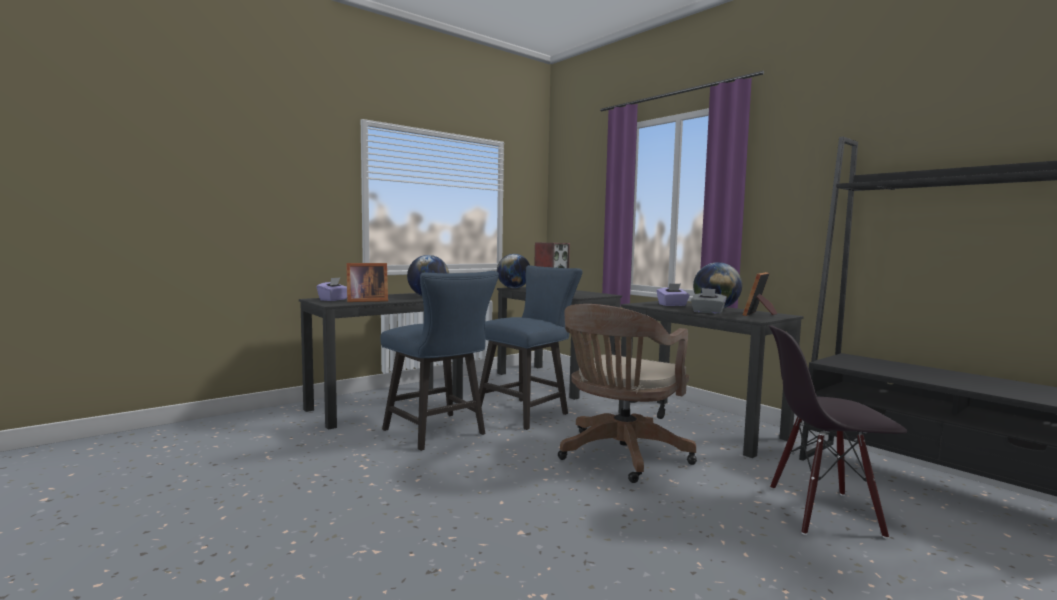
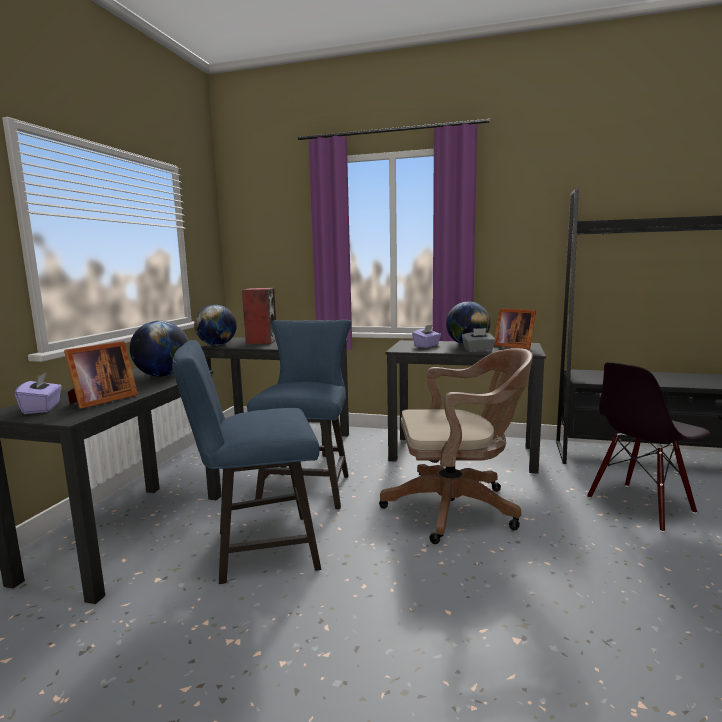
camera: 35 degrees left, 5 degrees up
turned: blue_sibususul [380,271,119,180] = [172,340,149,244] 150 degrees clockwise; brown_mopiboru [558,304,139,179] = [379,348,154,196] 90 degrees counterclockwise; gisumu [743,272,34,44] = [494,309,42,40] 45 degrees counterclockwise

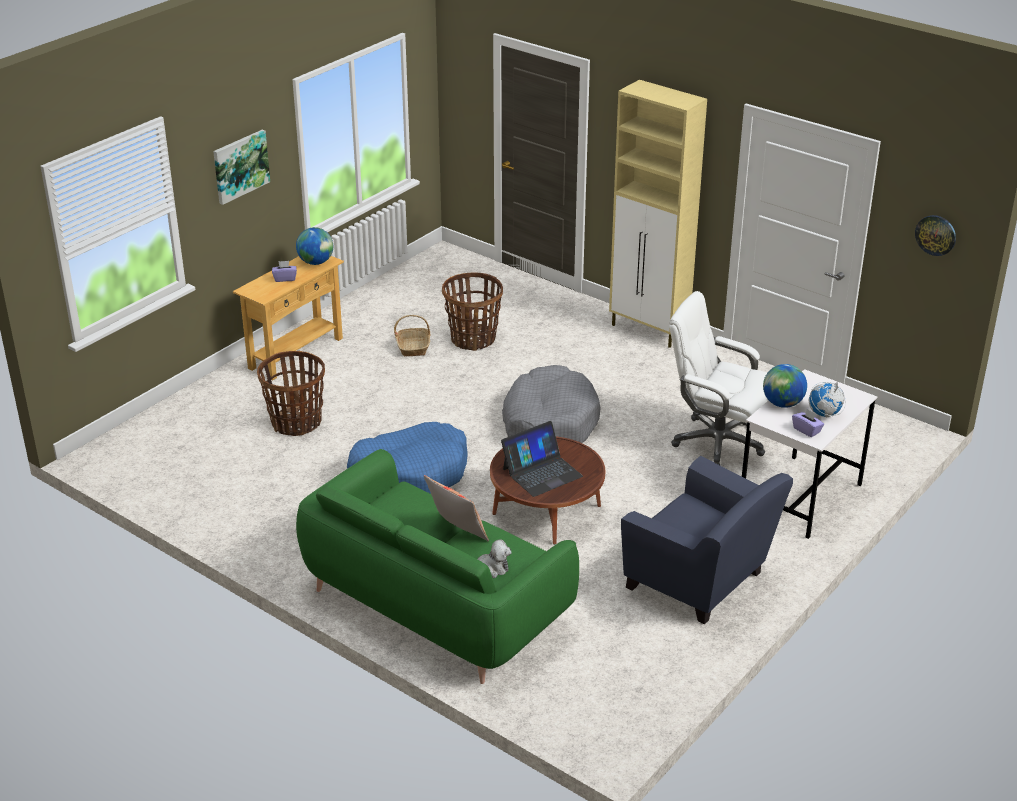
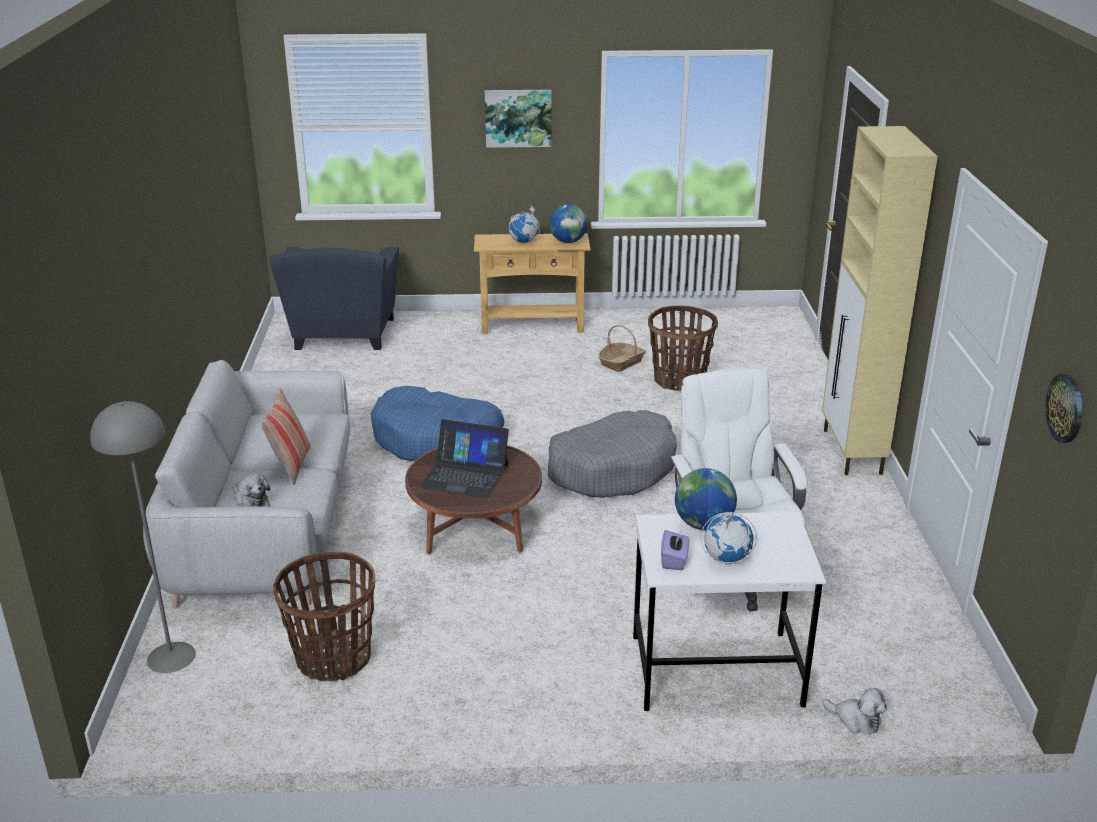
camera: 50 degrees right, 5 degrees down
added: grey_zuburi [90,401,106,272]; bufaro [823,688,64,46]
moved: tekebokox [257,351,68,85] to [273,551,102,130]; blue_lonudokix [621,456,172,168] to [269,247,130,103]
replaced: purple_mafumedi [272,261,25,21] to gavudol [509,206,31,37]
recoloured: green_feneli [296,449,283,235] to grey_feneli [143,360,207,249]

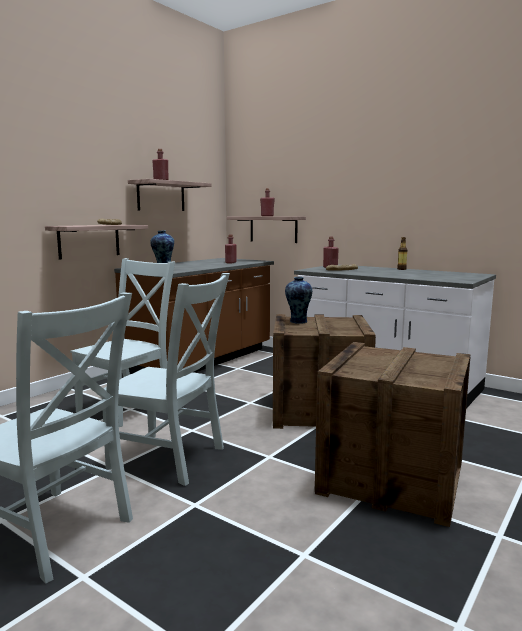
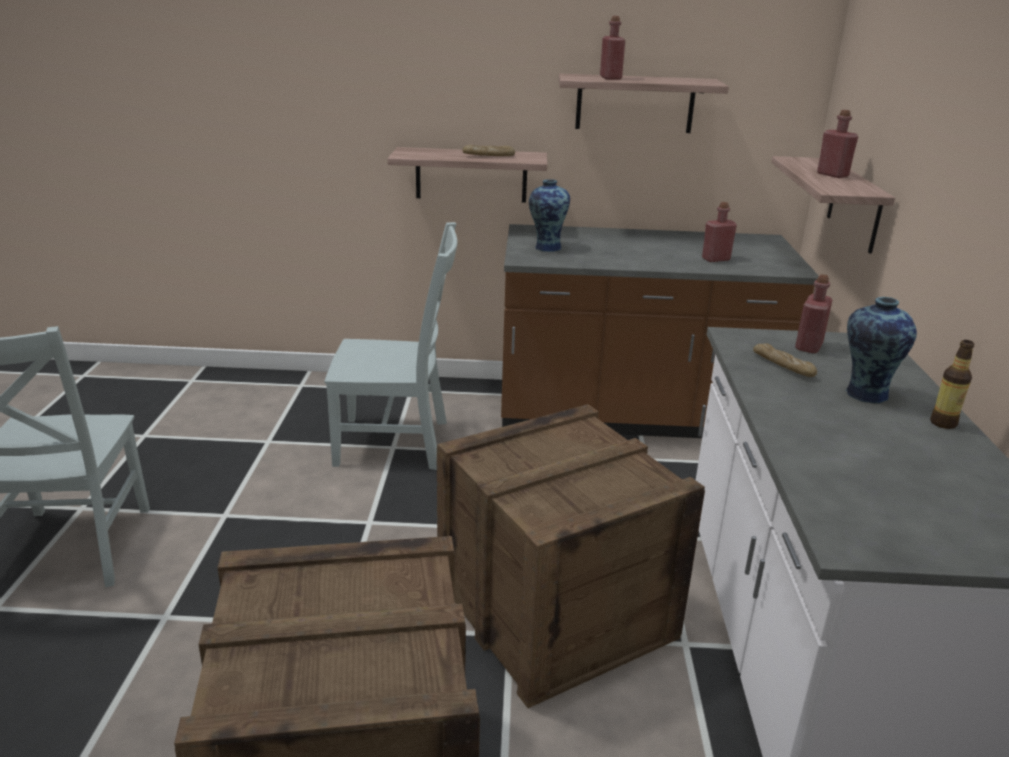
camera: 55 degrees right, 15 degrees up
removed: grey_sibususul [102,273,128,213]
moved: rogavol [285,277,27,47] to [845,297,72,106]

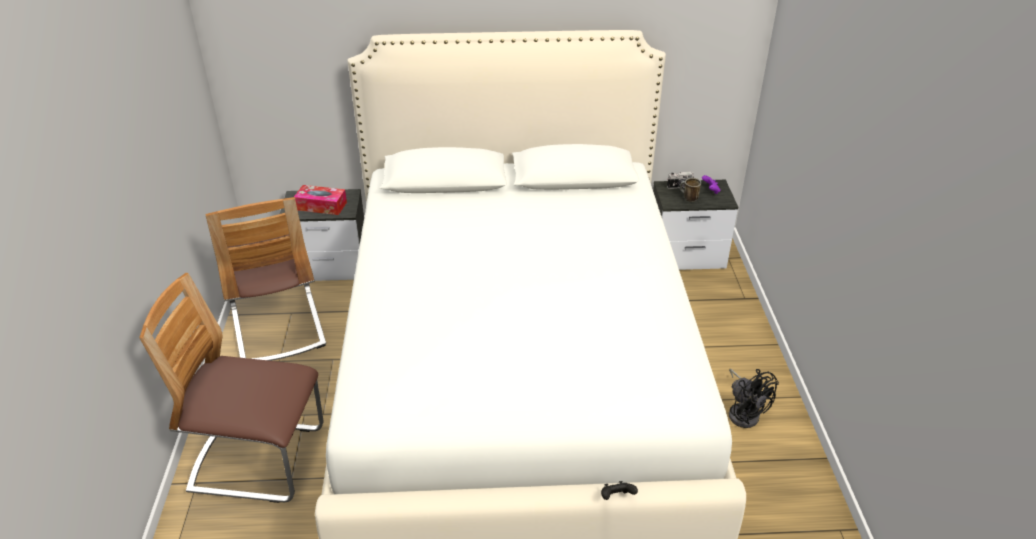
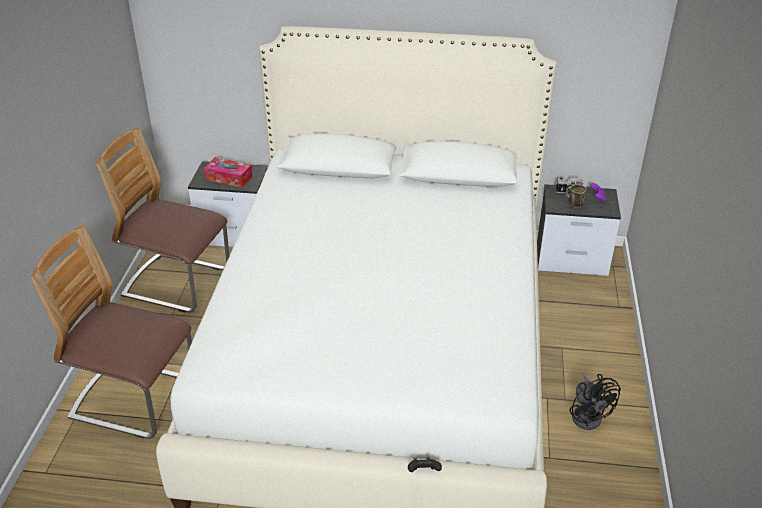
camera: 10 degrees right, 0 degrees up
turned: sibususul [205,197,121,164] = [96,128,133,185] 120 degrees clockwise

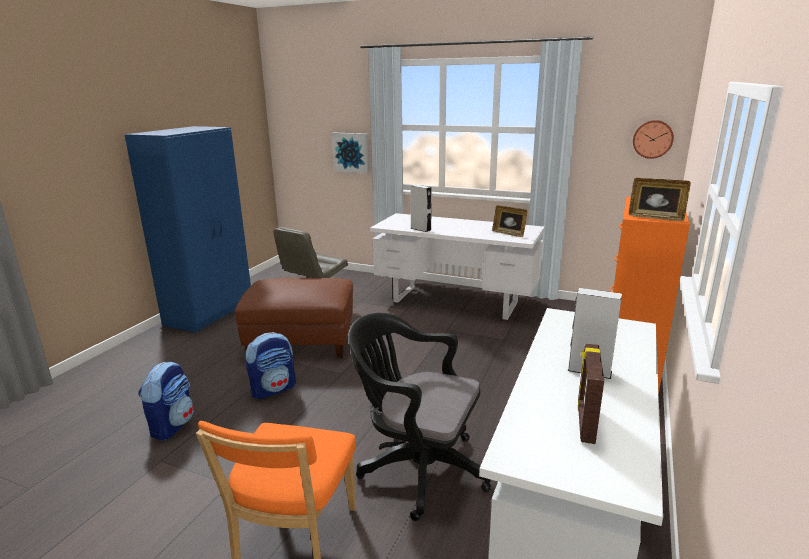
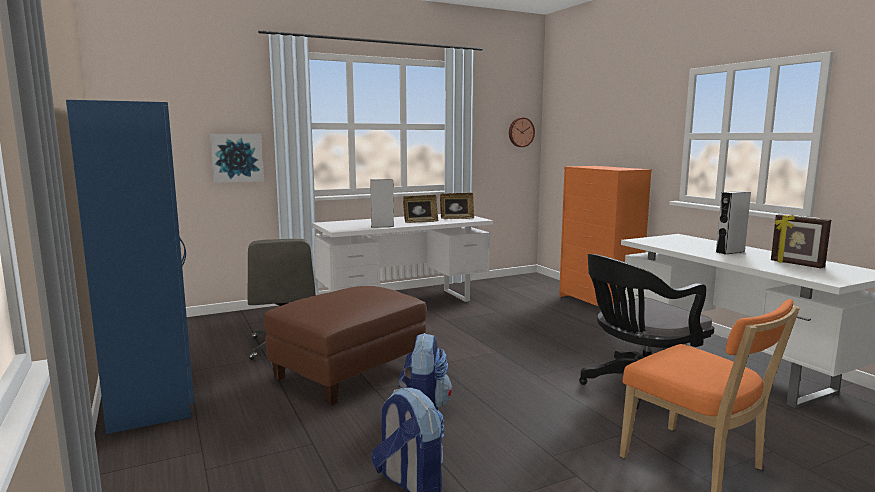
camera: 50 degrees left, 10 degrees down
moved: gisumu [629,178,62,43] to [403,195,35,28]

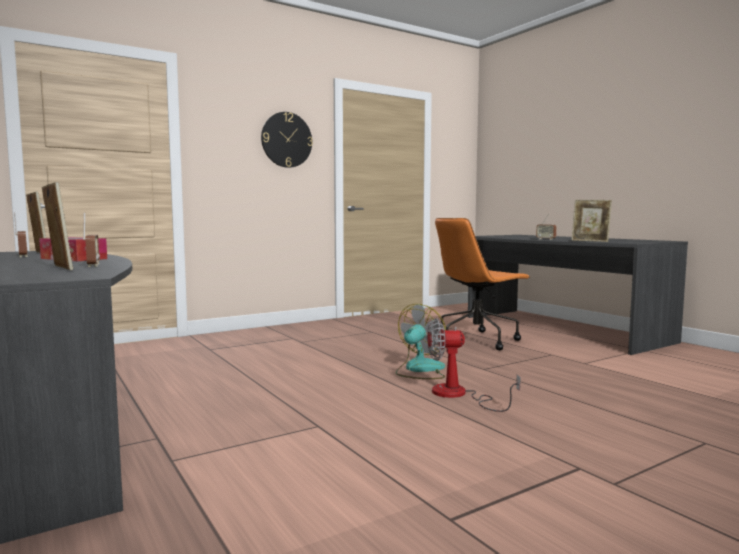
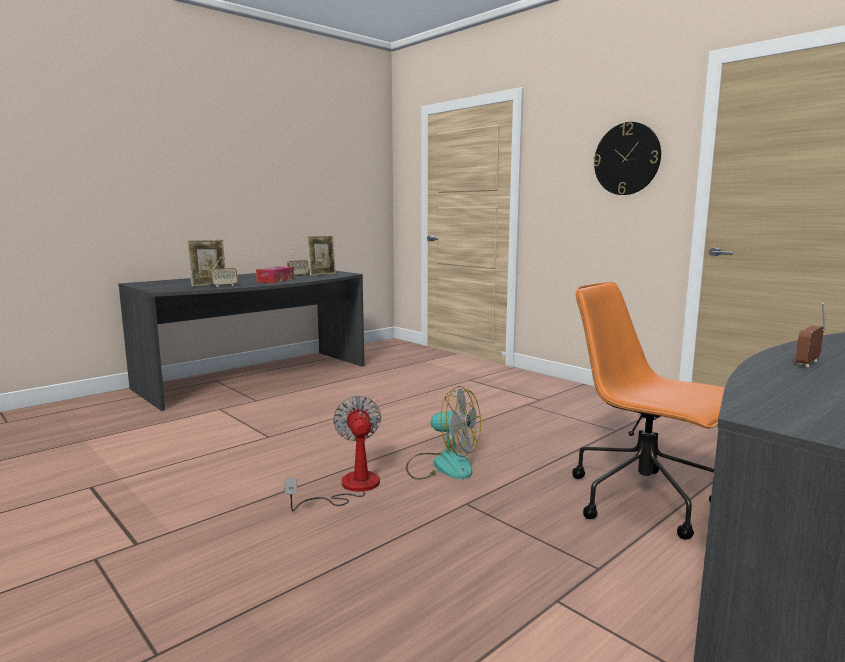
camera: 80 degrees right, 5 degrees up
removed: gisumu [571,200,41,42]

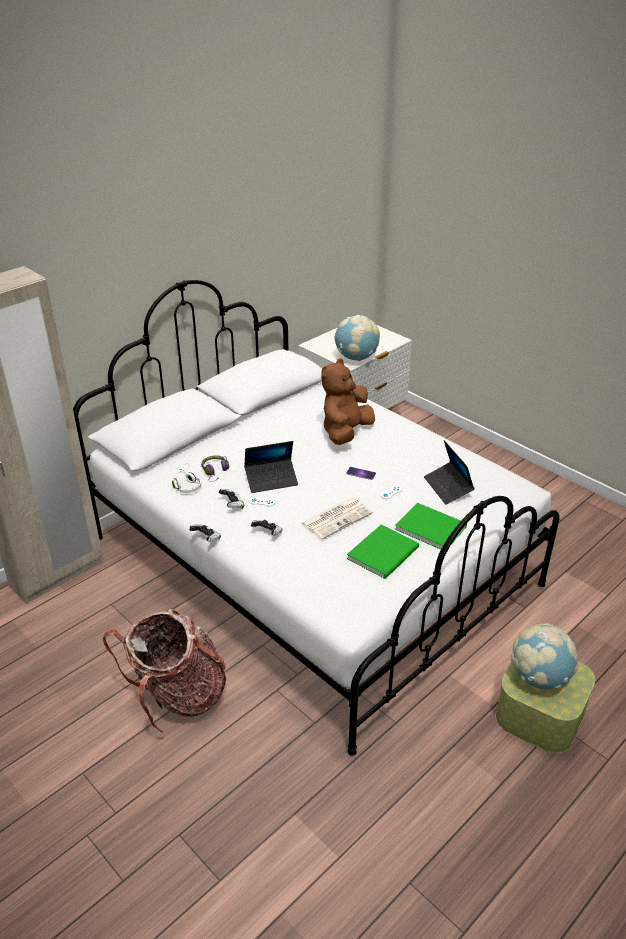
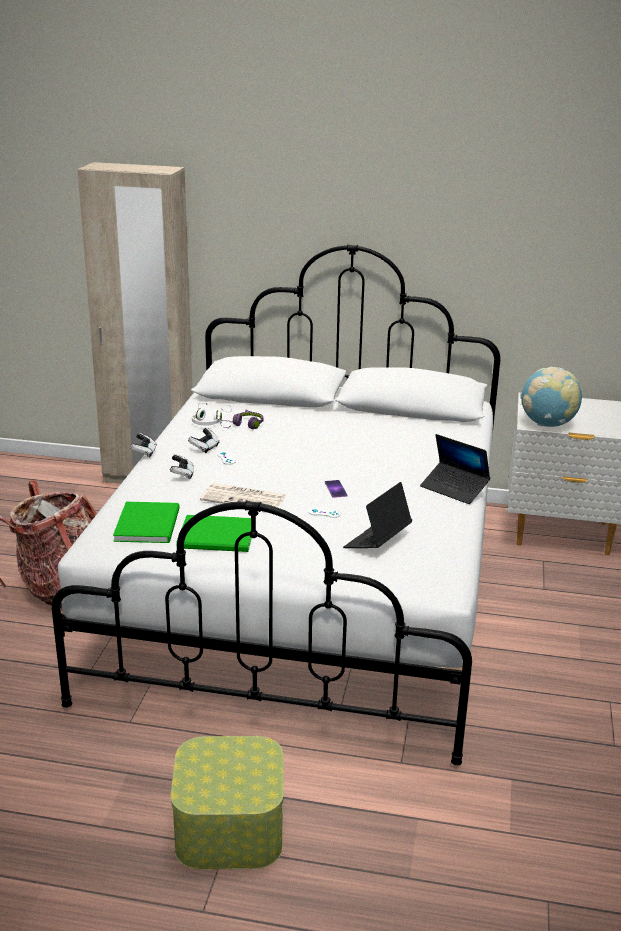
camera: 55 degrees right, 10 degrees down
removed: brown_bufaro [321,358,54,87]; gavudol [511,623,67,66]
moved: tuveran [244,441,54,52] to [420,434,70,70]; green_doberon [395,503,72,47] to [113,502,67,41]

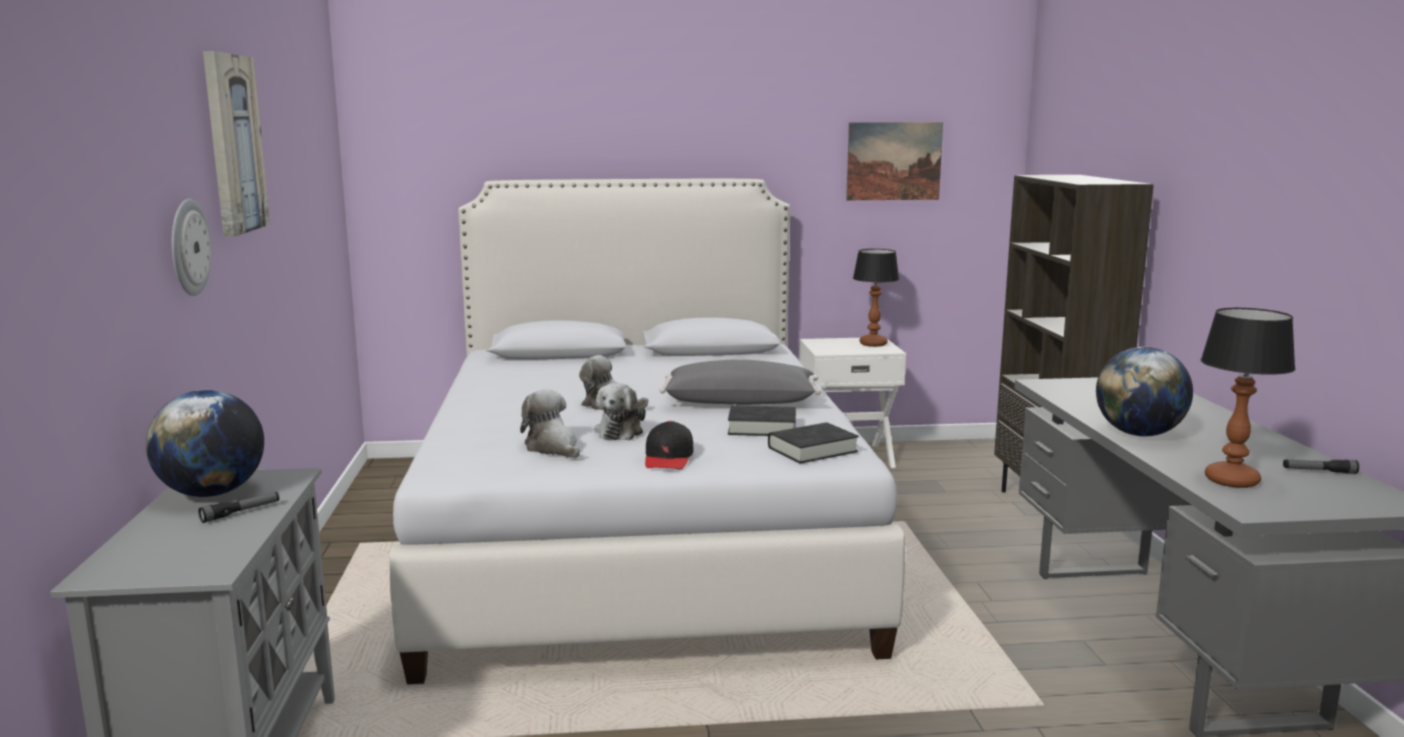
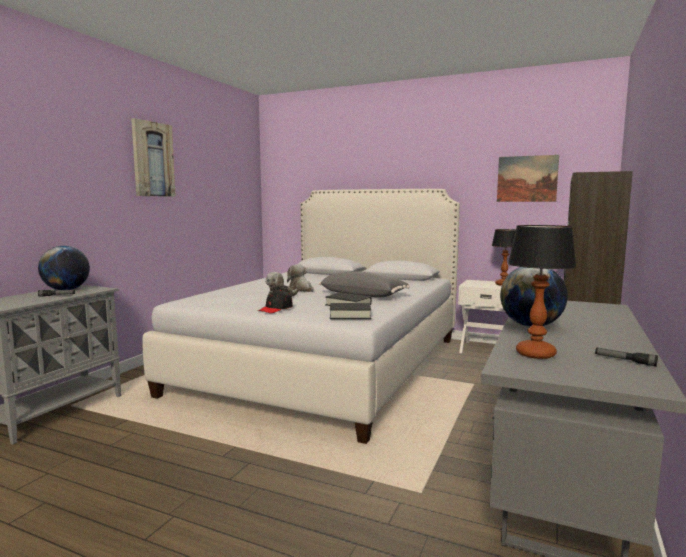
camera: 30 degrees right, 5 degrees down
removed: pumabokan [172,199,39,97]; bufaro [520,389,60,69]

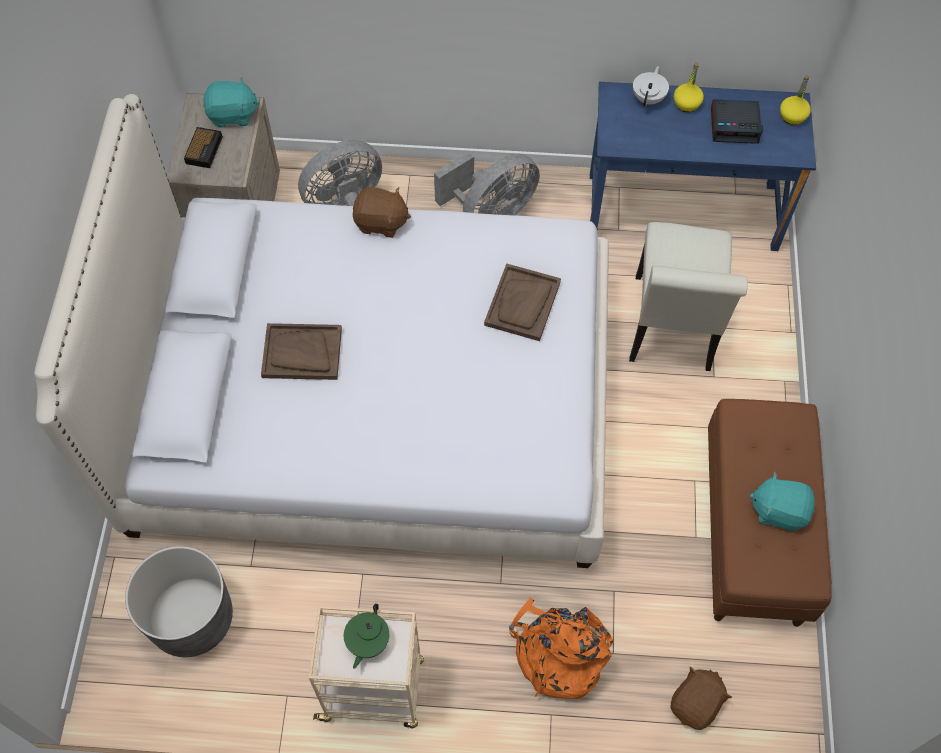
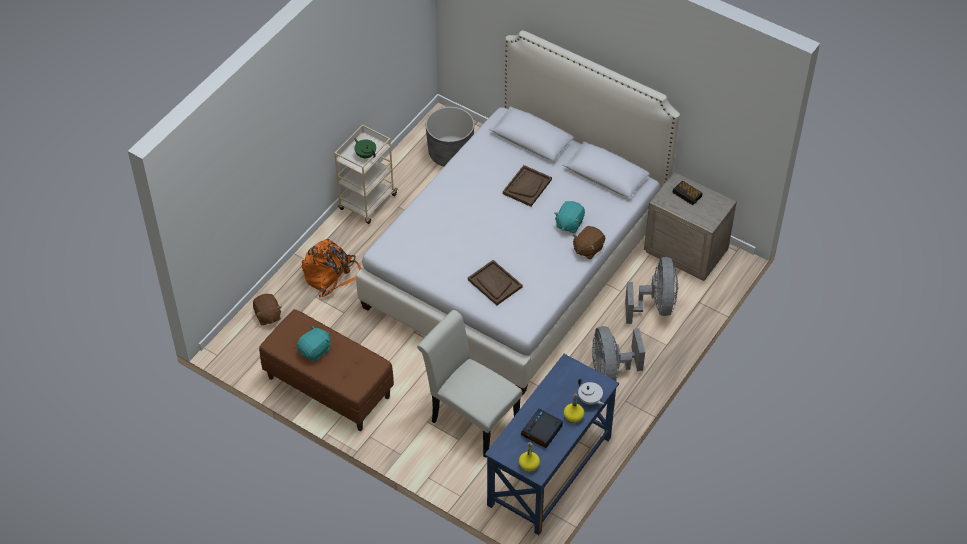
camera: 120 degrees right, 10 degrees down
moved: turquoise_bufaro [203,77,57,51] to [554,201,31,32]

